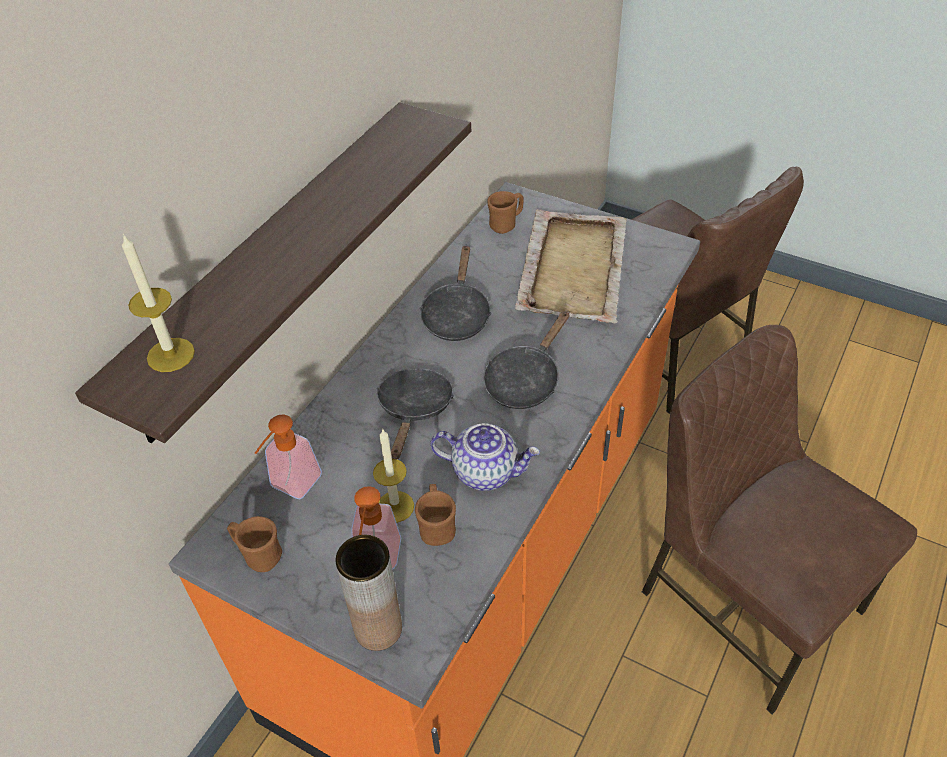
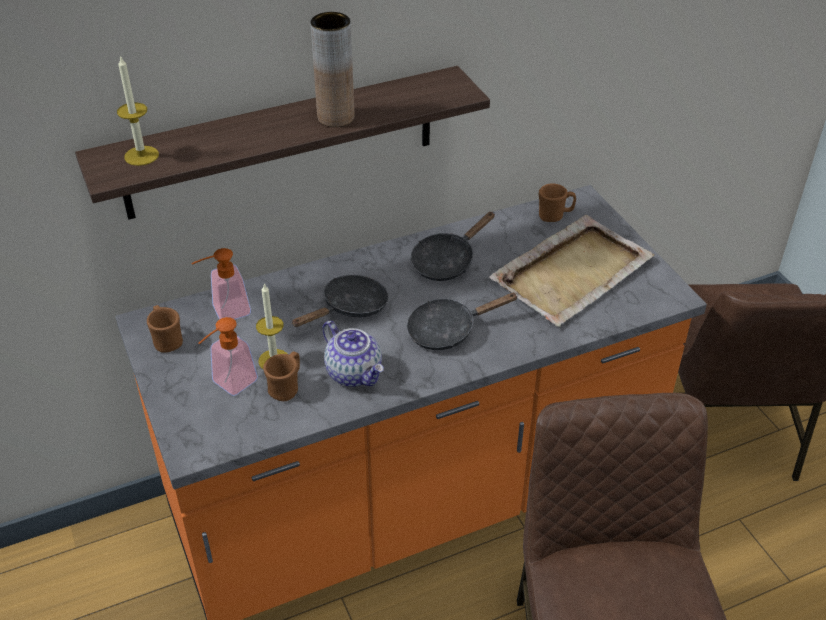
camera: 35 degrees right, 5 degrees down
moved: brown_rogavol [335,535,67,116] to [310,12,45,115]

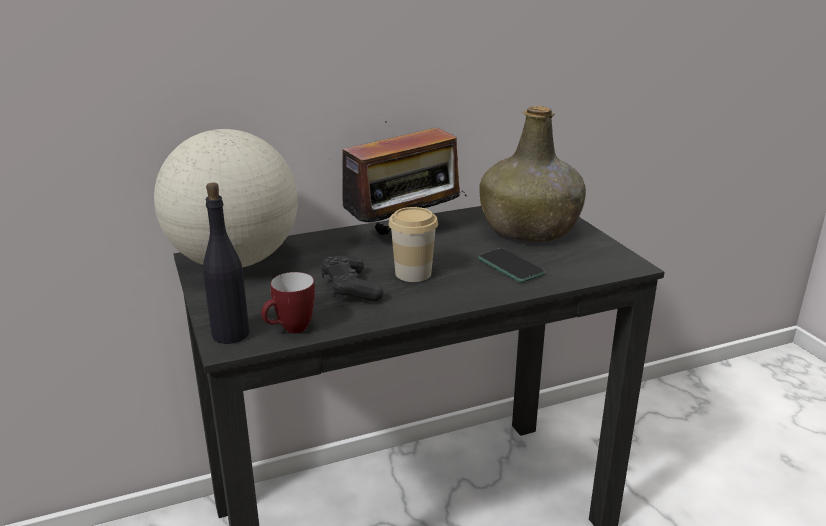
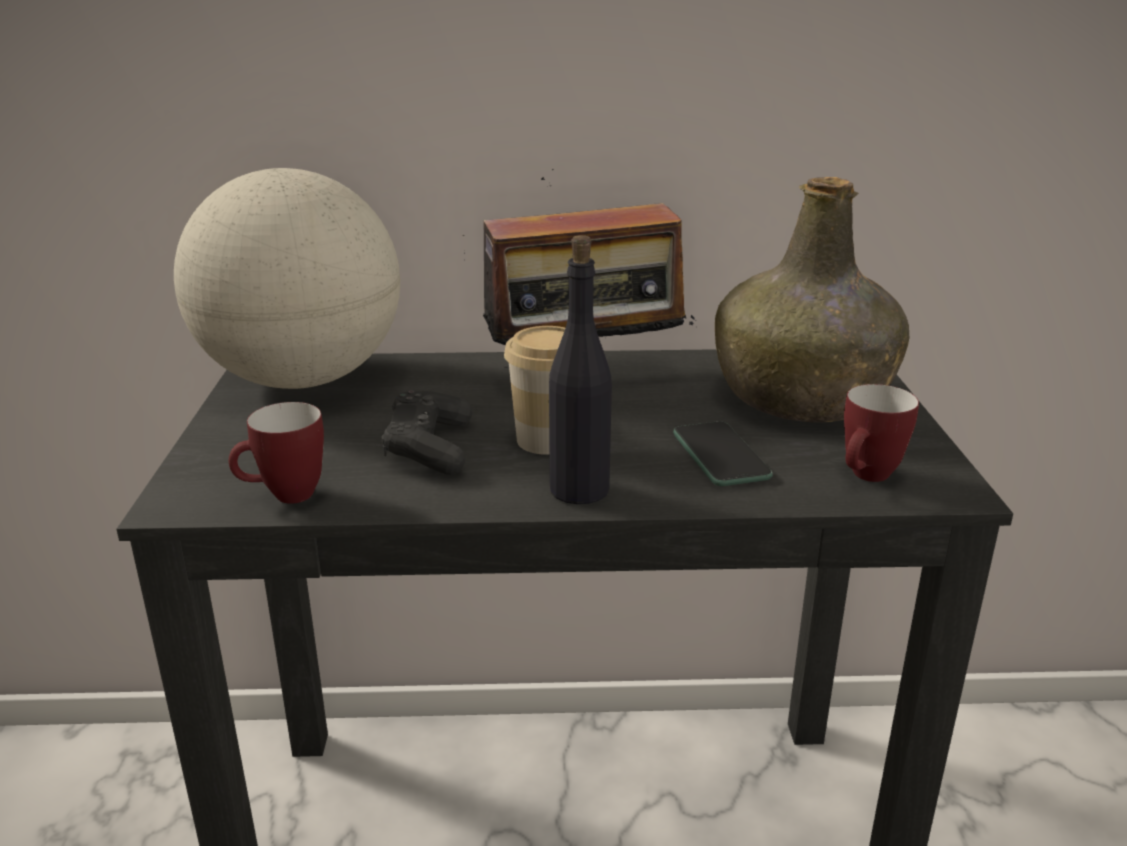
camera: 20 degrees right, 0 degrees up
added: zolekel [844,384,75,98]
moved: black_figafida [203,183,46,161] to [549,235,63,269]

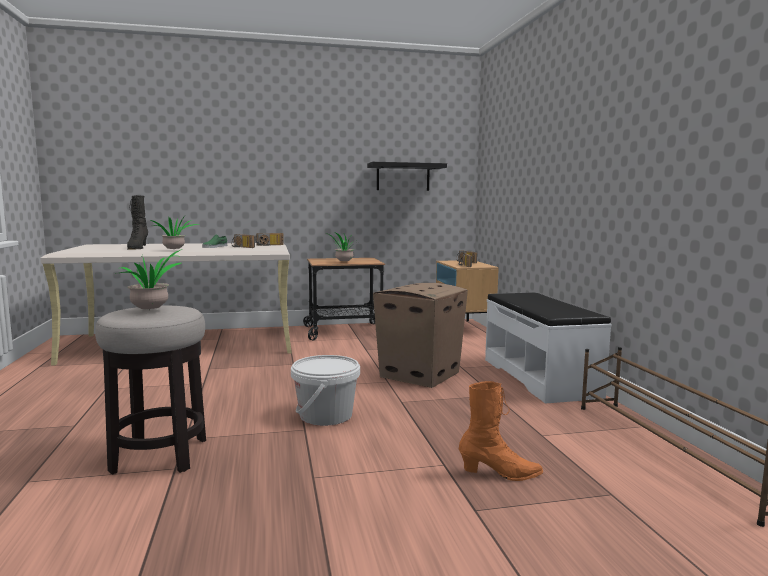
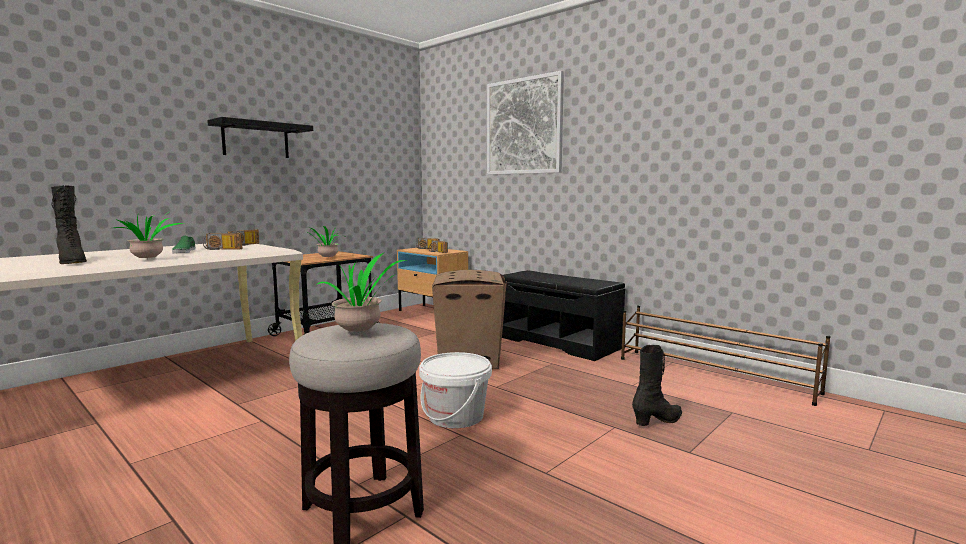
camera: 35 degrees left, 0 degrees up
added: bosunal [487,71,77,104]
moved: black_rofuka [367,162,80,29] to [207,117,106,41]
recoloured: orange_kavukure [459,381,84,100] to black_kavukure [632,345,50,81]; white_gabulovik [485,292,126,112] to black_gabulovik [502,270,123,91]

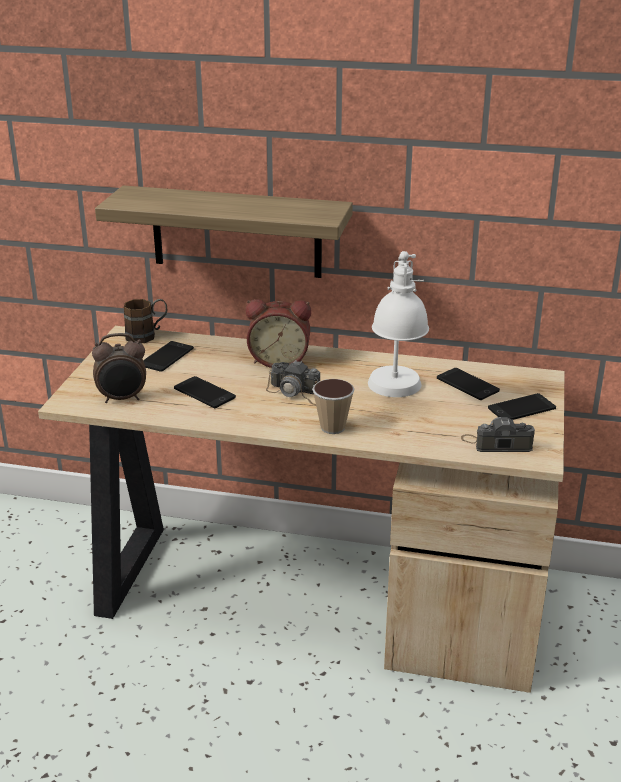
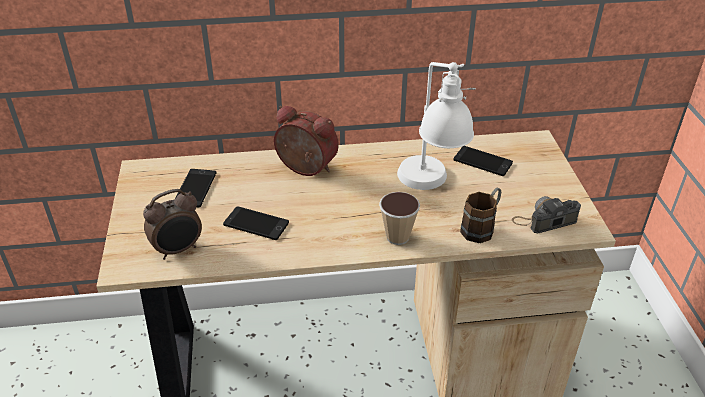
camera: 20 degrees left, 10 degrees up
removed: rofuka [95,185,258,93]; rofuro [266,360,54,45]; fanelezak [488,393,68,27]
moved: brown_zolekel [124,299,43,44] to [460,188,41,55]
turned: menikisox [246,299,65,69] = [274,106,65,70] 135 degrees counterclockwise

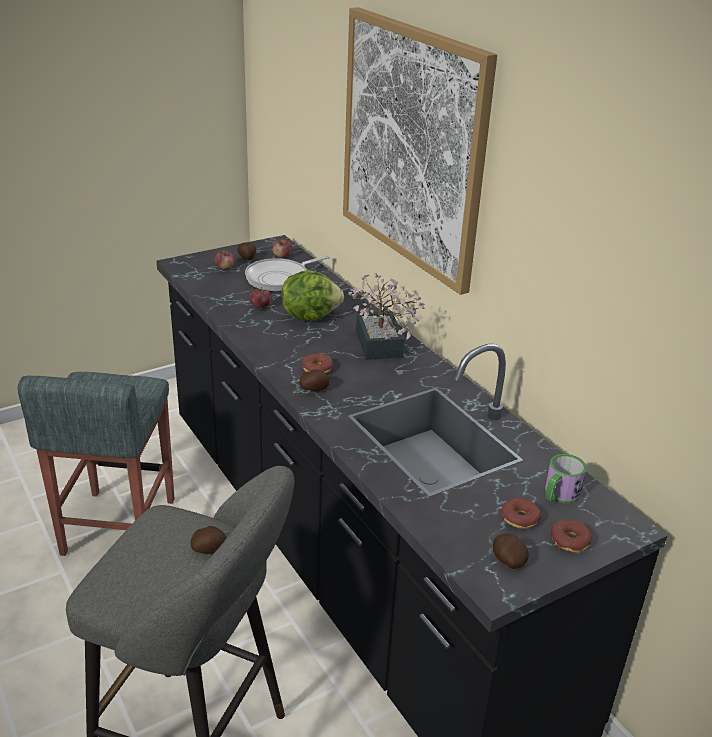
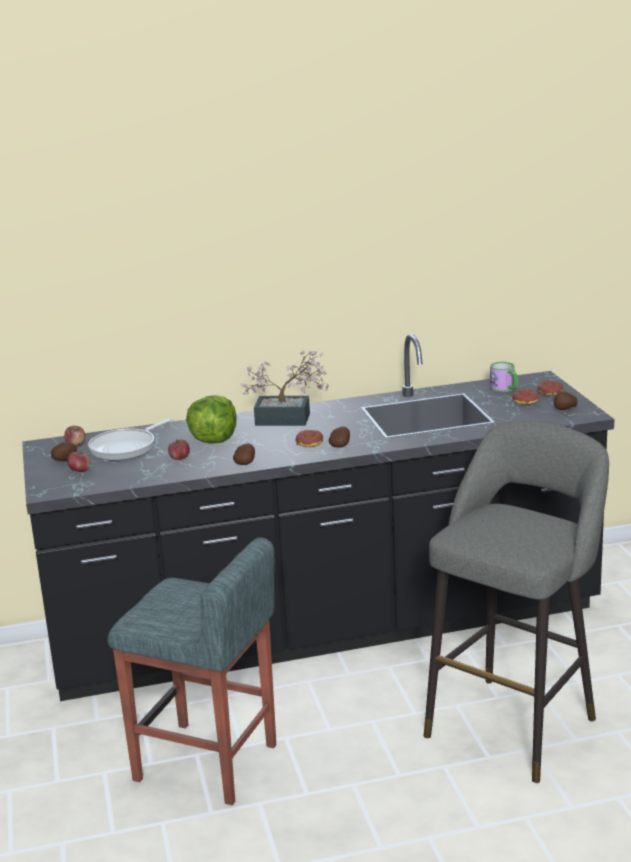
camera: 70 degrees left, 10 degrees down
removed: bosunal [343,7,154,288]
moved: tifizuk [191,526,36,28] to [233,443,22,22]
turned: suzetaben [245,255,86,37] = [88,418,86,43] 60 degrees clockwise

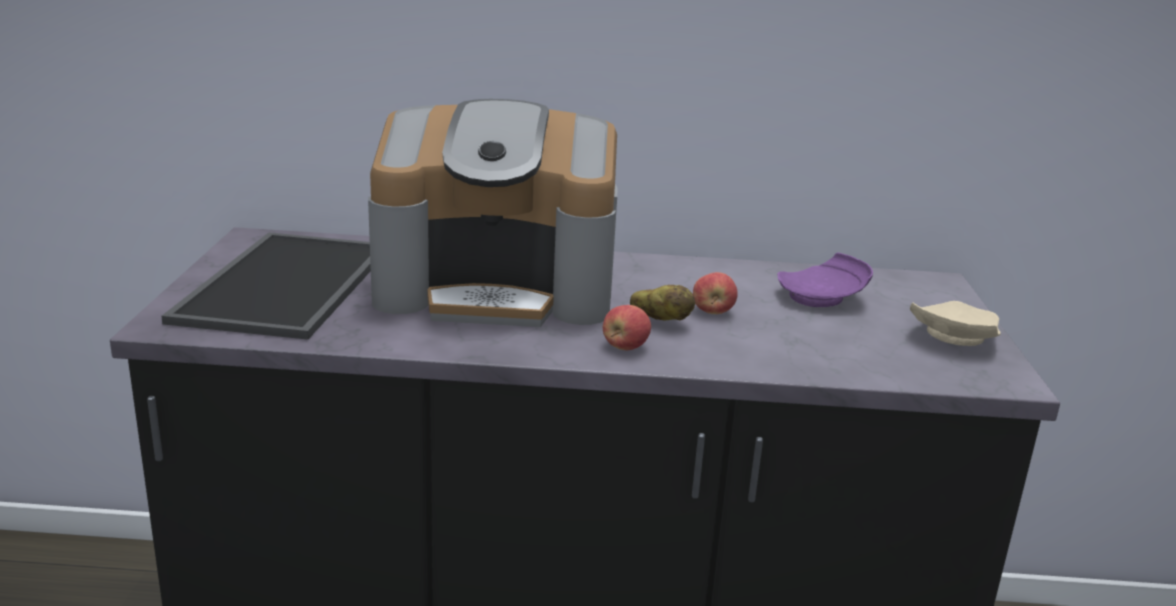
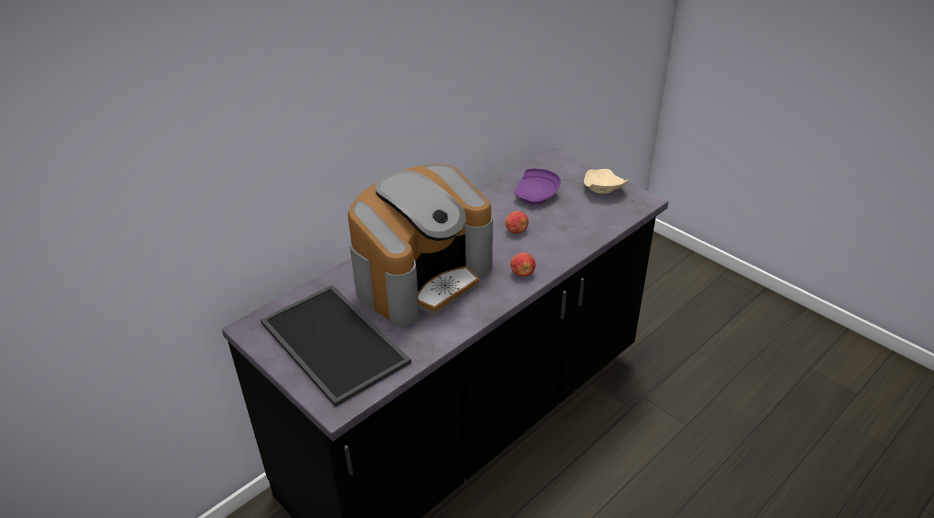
camera: 45 degrees left, 15 degrees up
removed: tifizuk [630,285,65,35]

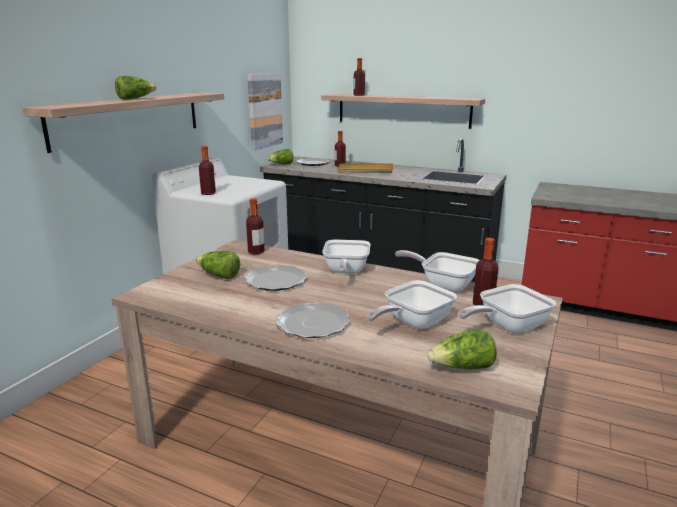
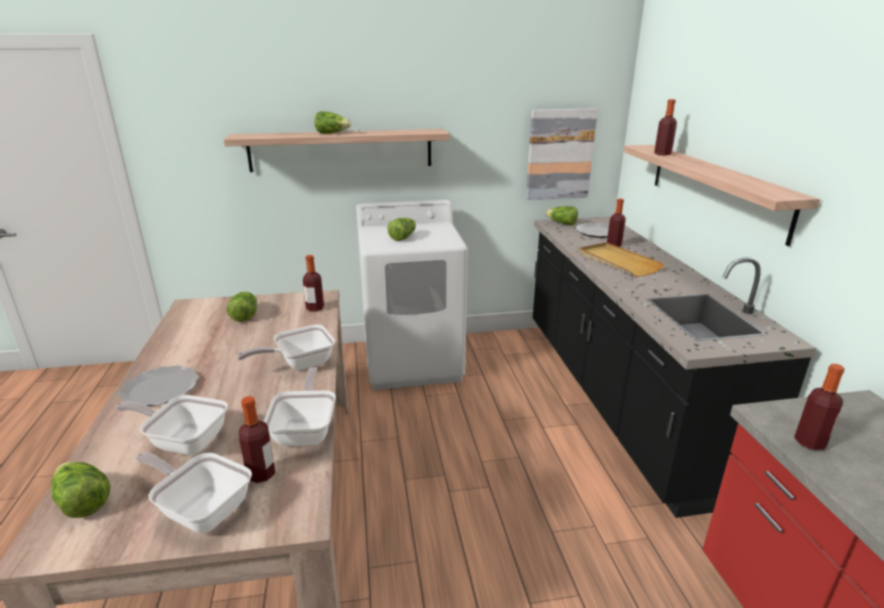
camera: 55 degrees right, 5 degrees up
removed: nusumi [245,265,63,26]
added: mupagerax [387,218,29,23]
moved: figafida [199,146,17,49] to [794,364,51,86]

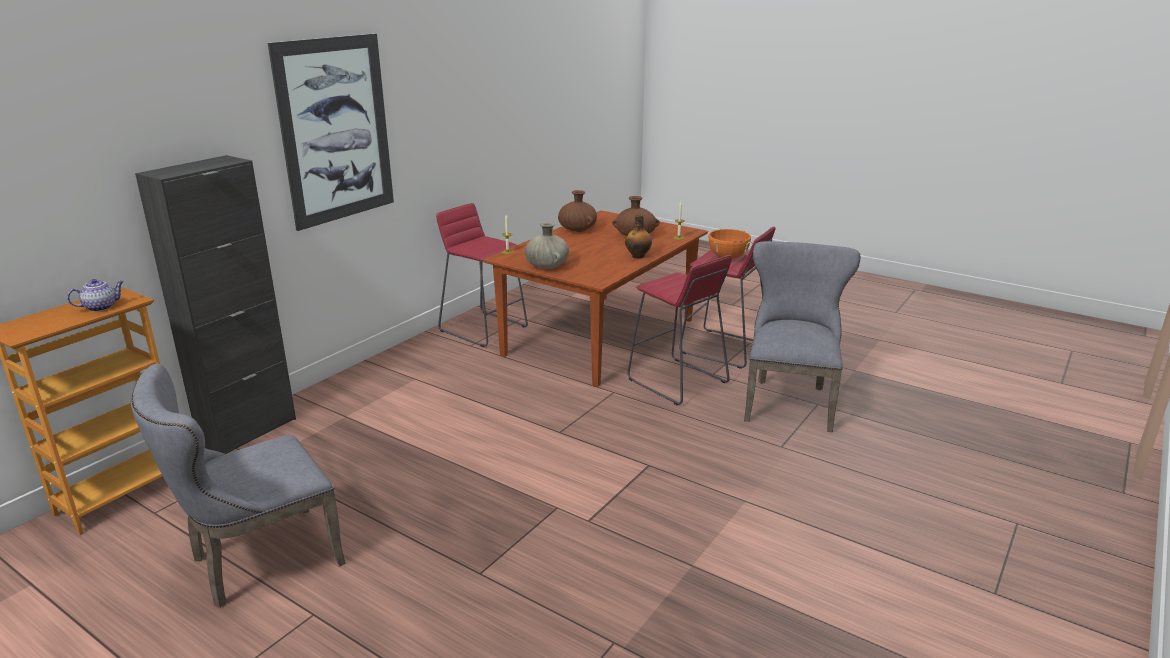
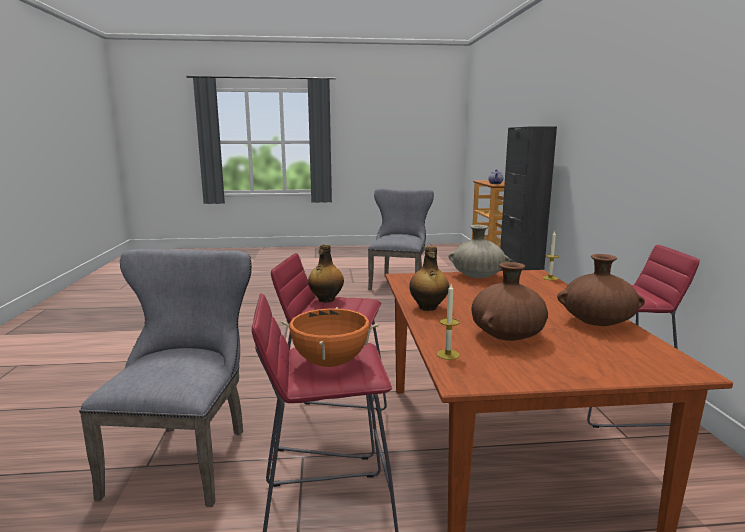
camera: 140 degrees right, 10 degrees down
removed: bosunal [268,34,126,197]
added: figafida [308,244,36,59]
turned: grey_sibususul [744,241,117,191] = [79,249,173,258] 150 degrees counterclockwise

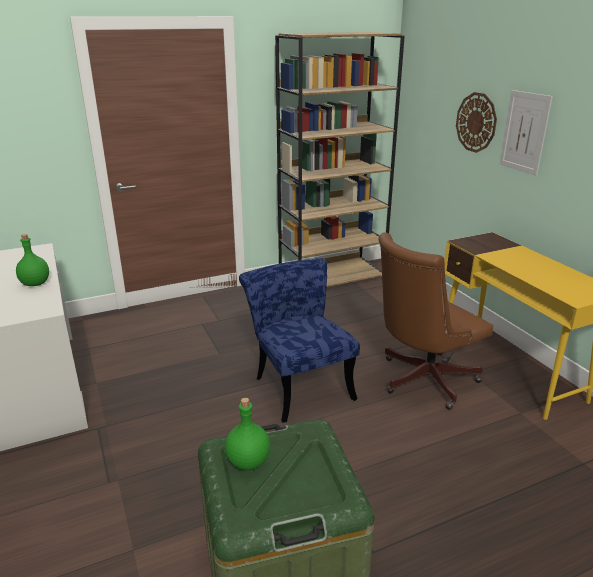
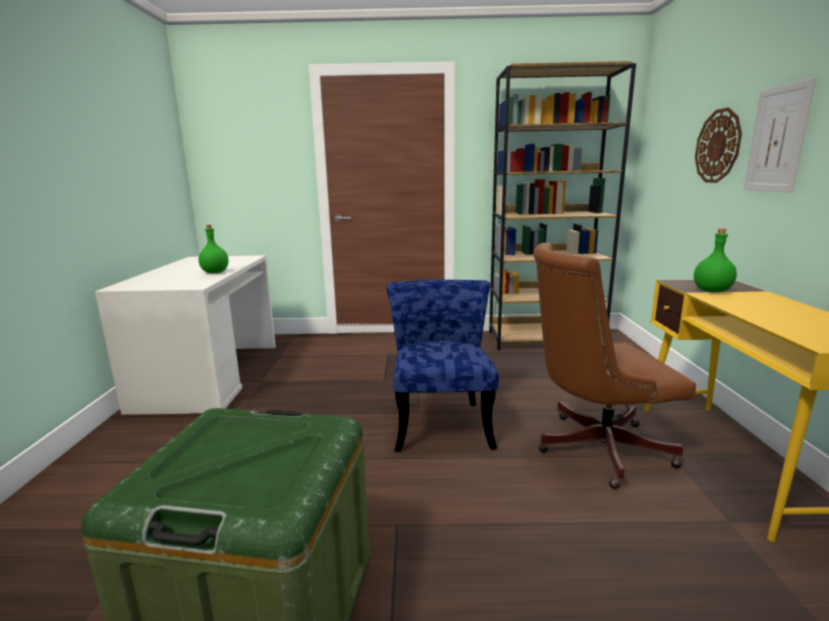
camera: 25 degrees right, 10 degrees down
moved: green_figafida [225,398,45,72] to [694,228,43,65]

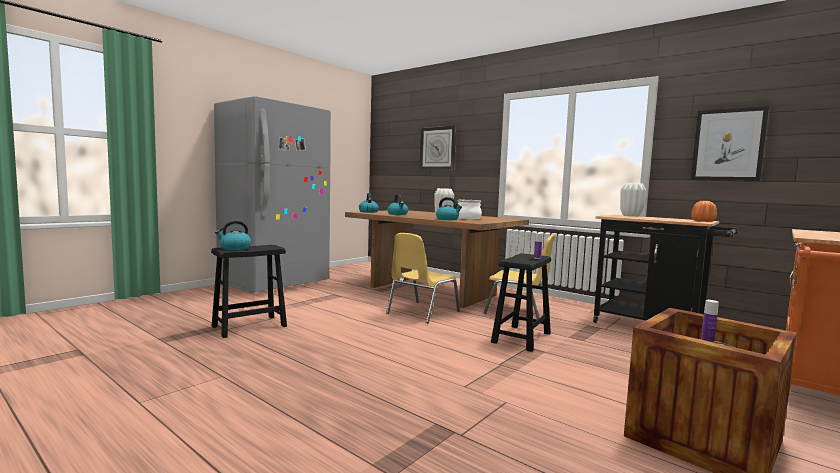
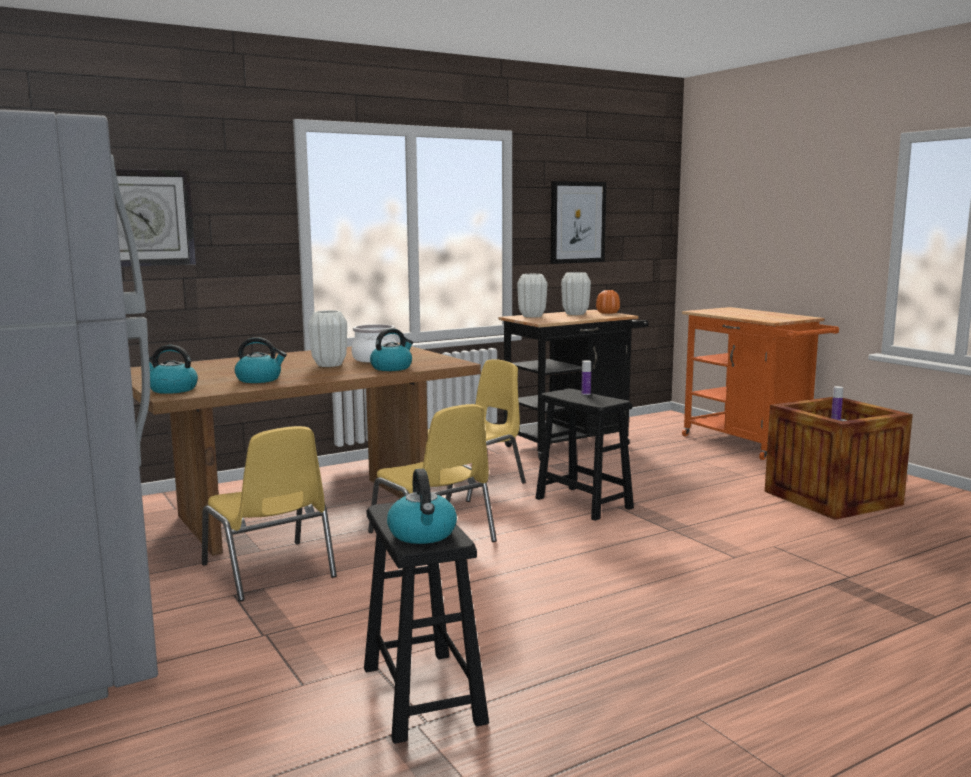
camera: 70 degrees left, 5 degrees up
added: yellow_sibususul [202,426,135,176]; white_rogavol [561,272,30,43]

